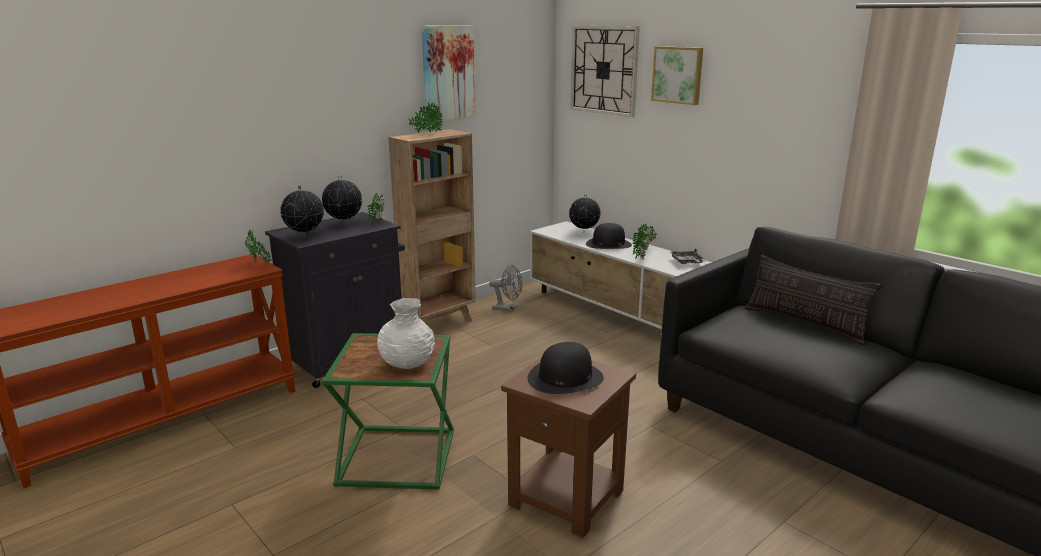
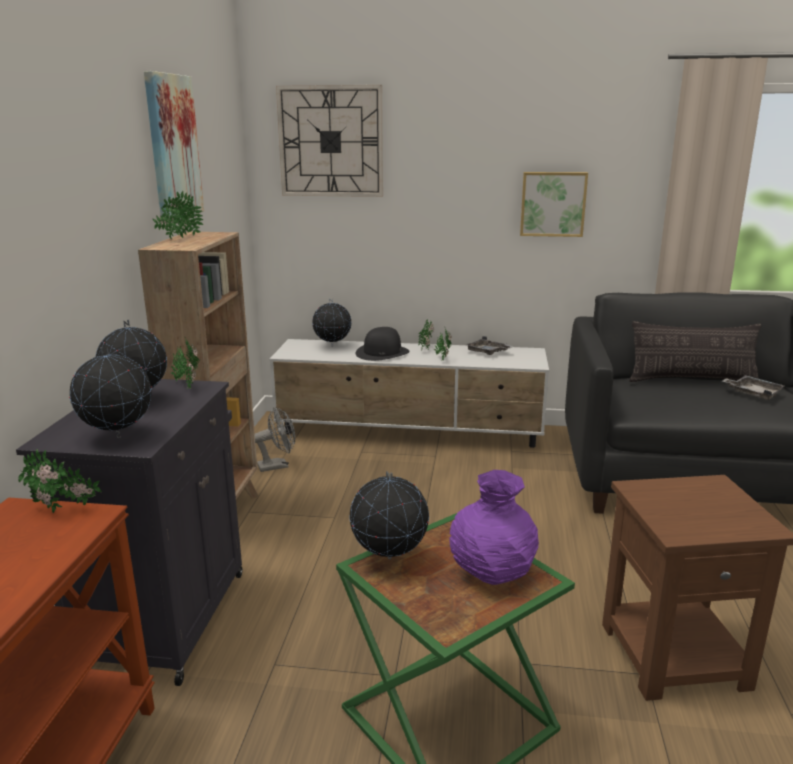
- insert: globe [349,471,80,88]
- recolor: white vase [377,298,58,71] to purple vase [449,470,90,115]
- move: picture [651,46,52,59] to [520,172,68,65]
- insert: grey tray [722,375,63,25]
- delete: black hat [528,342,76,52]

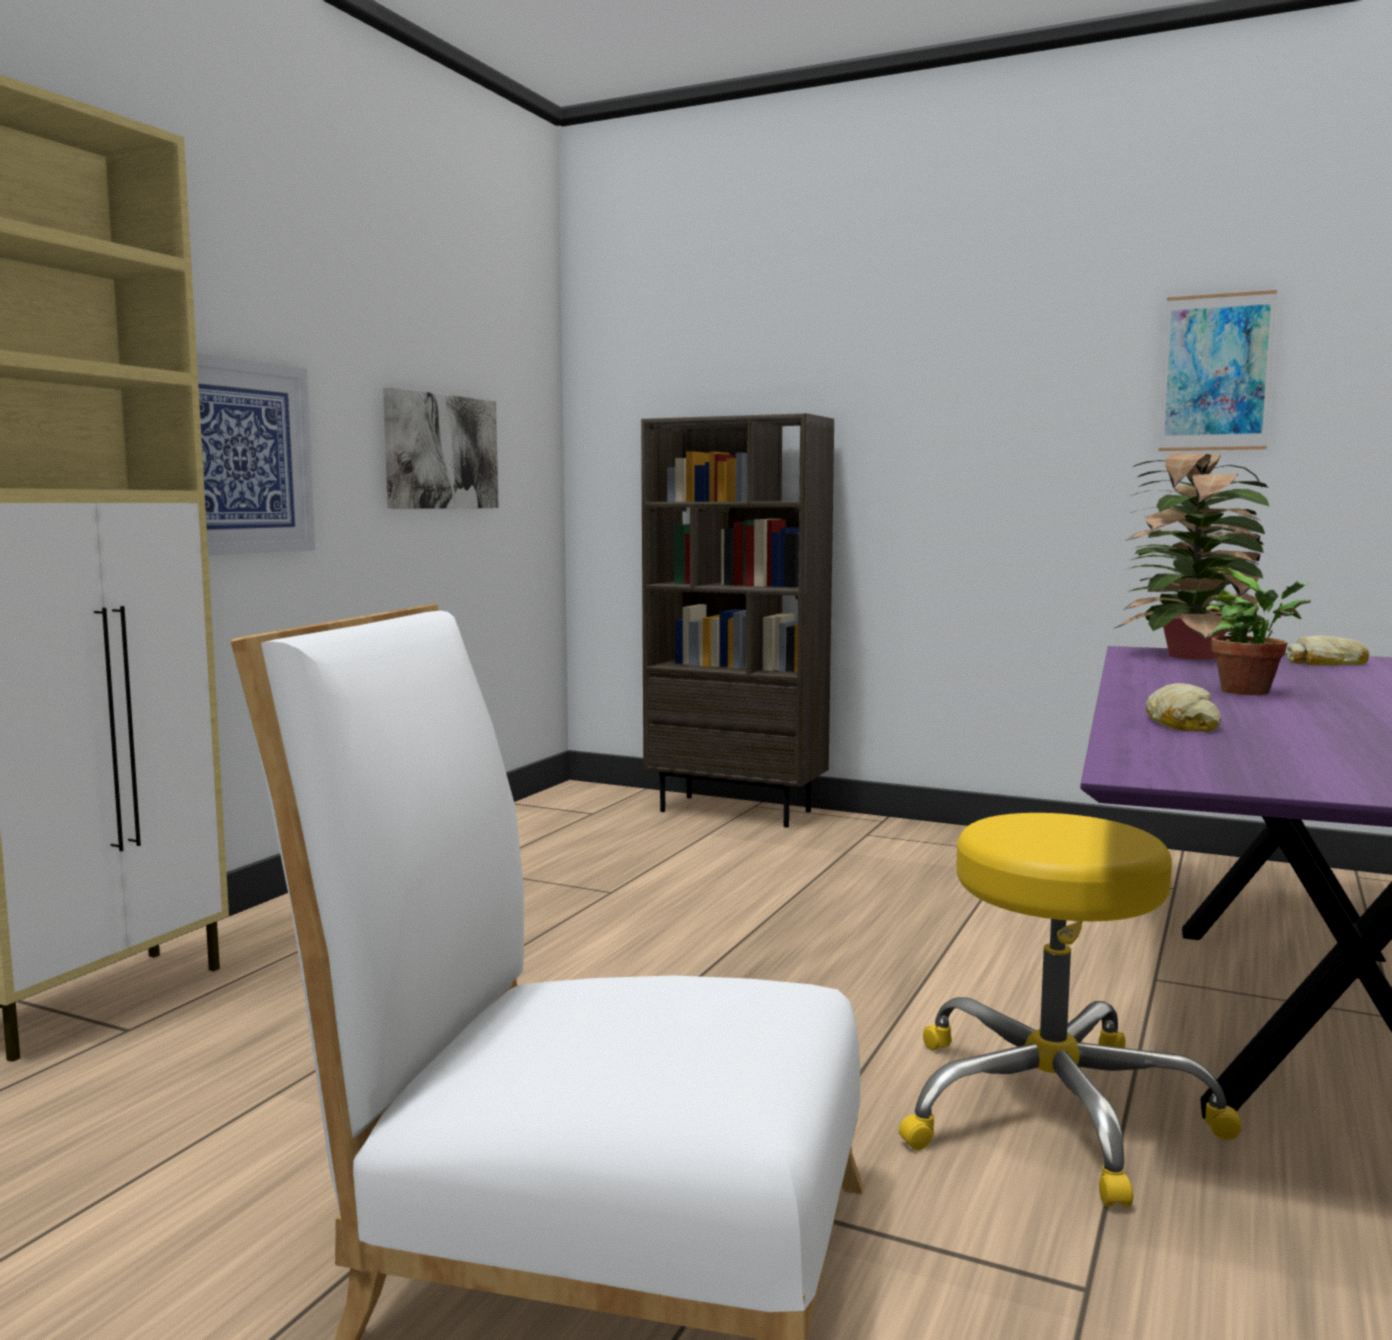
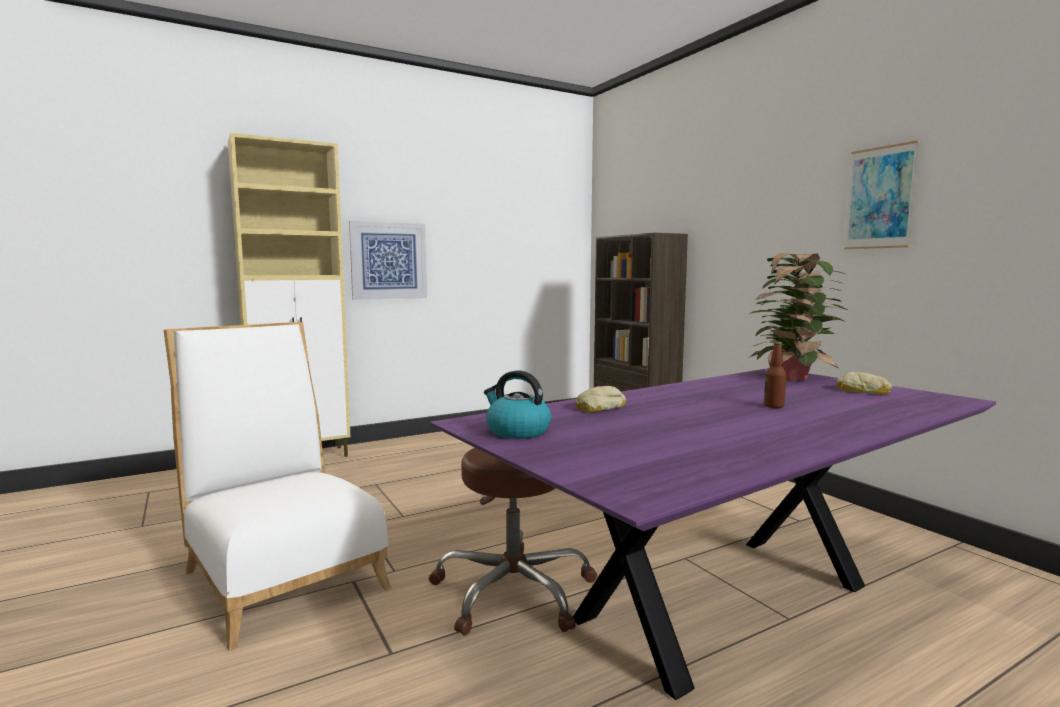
- recolor: yellow stool [899,813,343,394] to brown stool [429,448,168,188]
- insert: kettle [484,370,67,69]
- insert: bottle [764,341,22,67]
- delete: picture [383,387,116,122]
- delete: potted plant [1206,567,105,128]

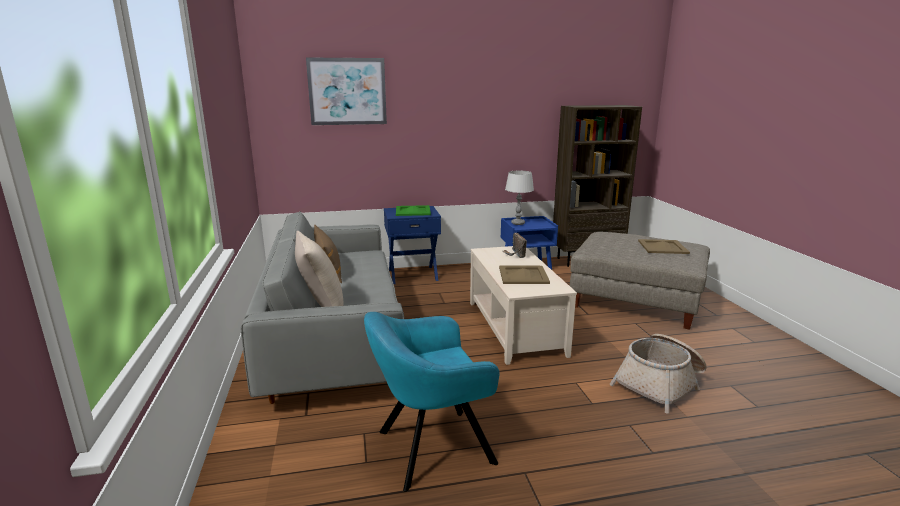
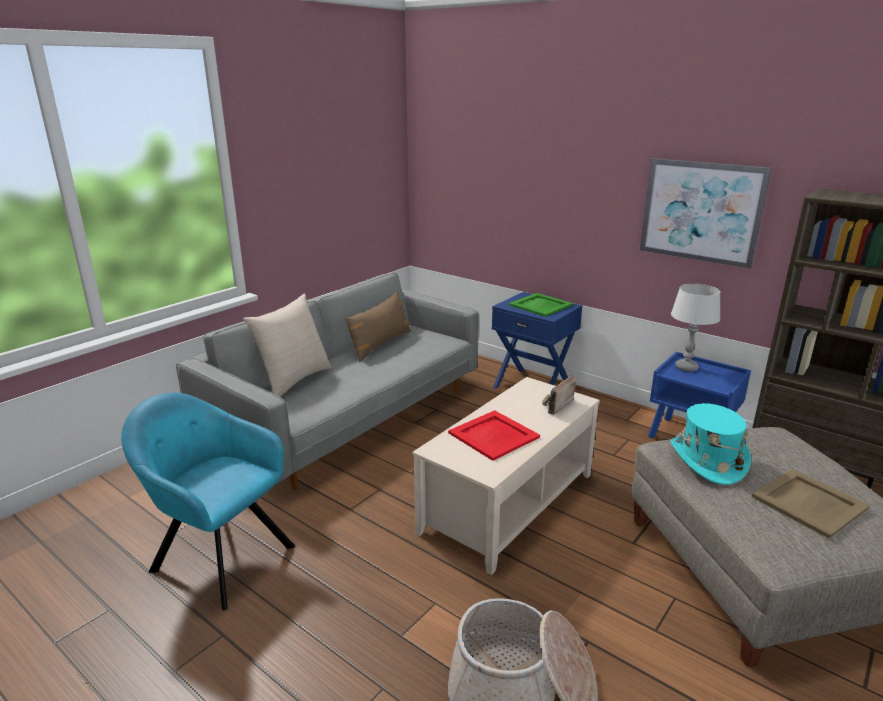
- recolor: beige tray [499,266,51,18] to red tray [448,410,92,51]
- move: picture [306,58,81,67] to [640,158,132,111]
- insert: turquoise hat [671,403,80,82]

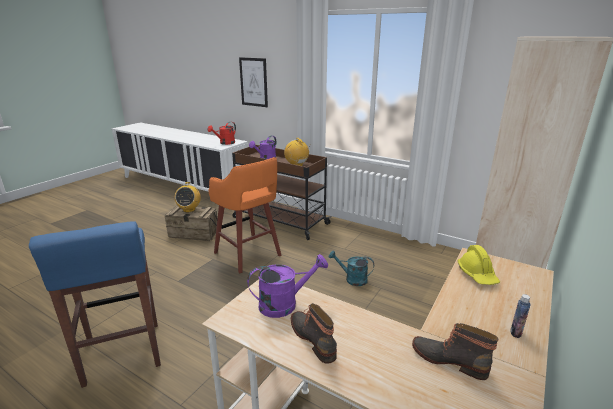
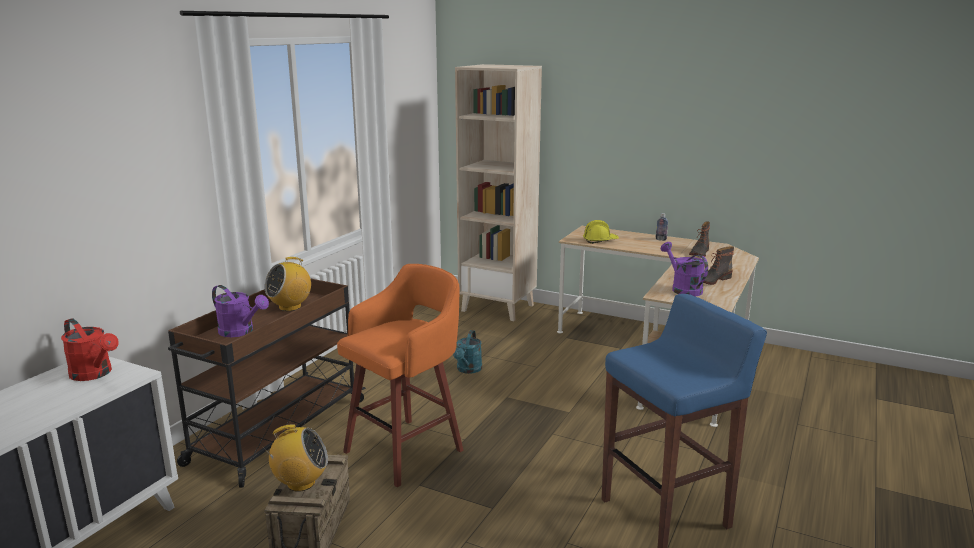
- delete: picture [239,57,29,50]

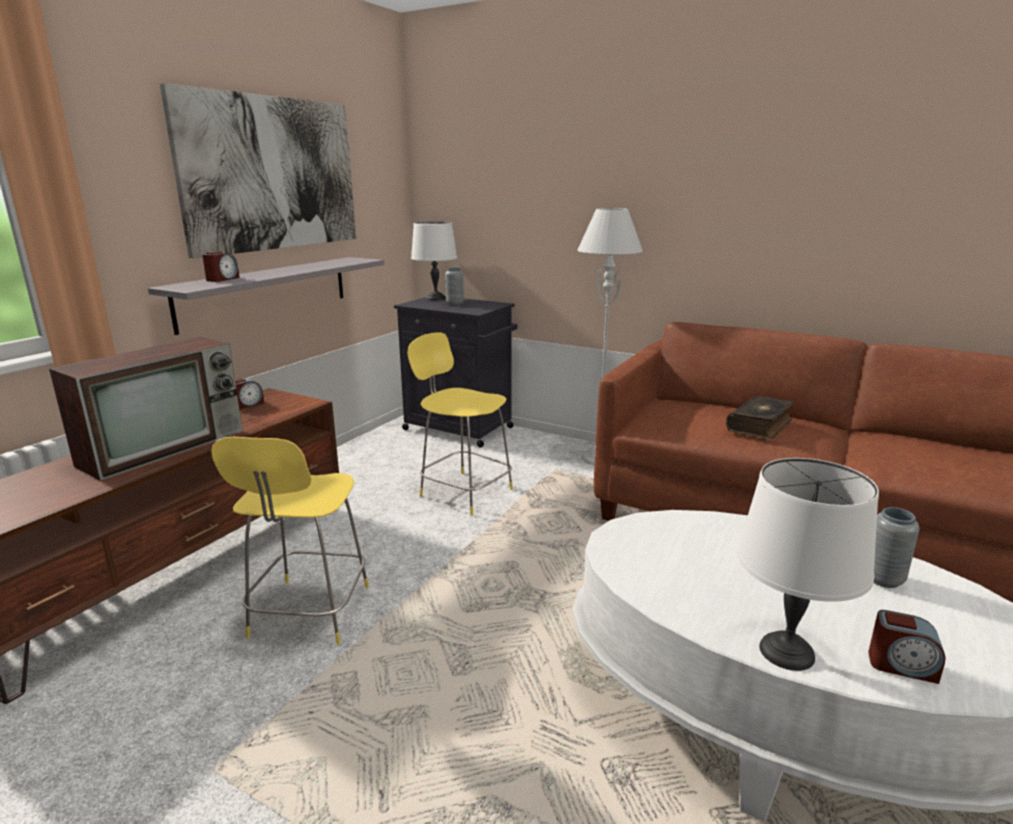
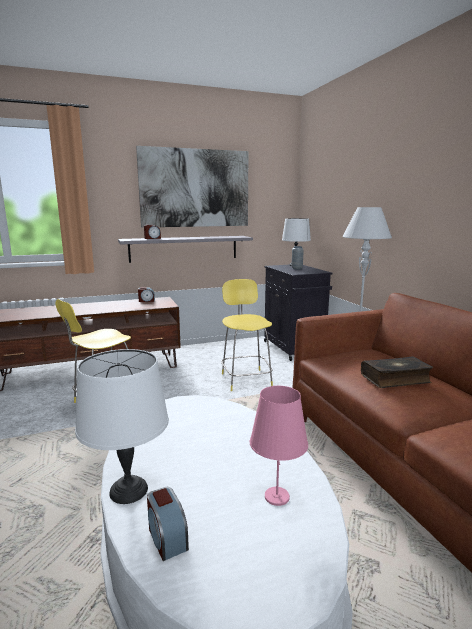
- replace: grey vase [874,507,45,81] to pink table lamp [250,386,58,120]
- delete: television [49,337,194,144]

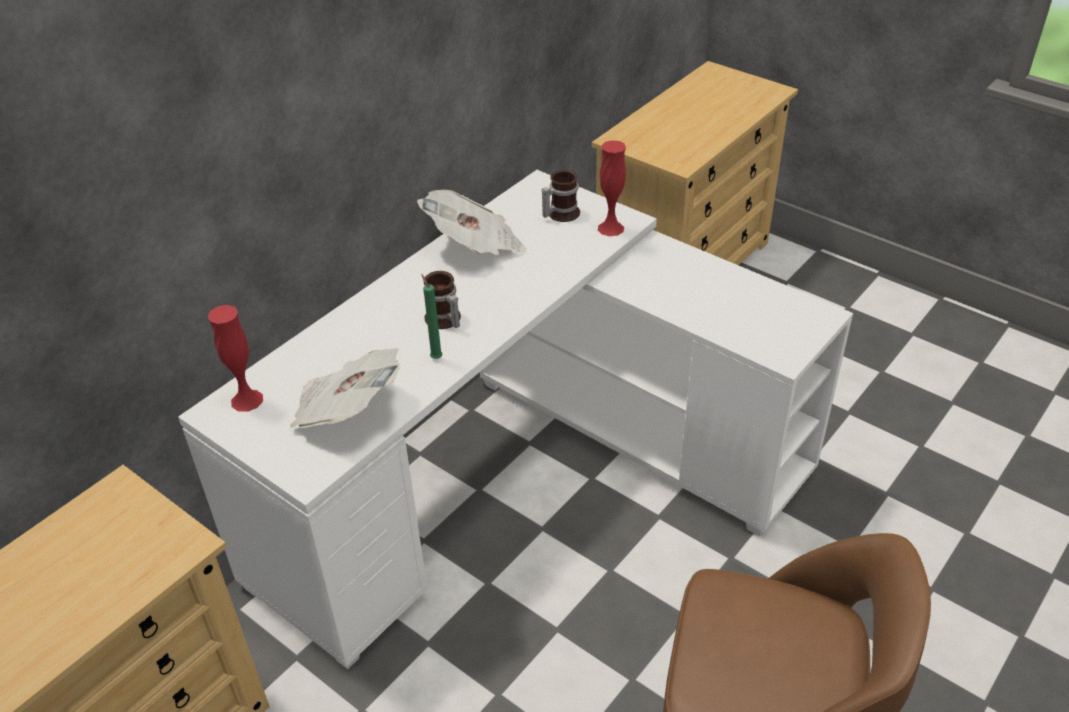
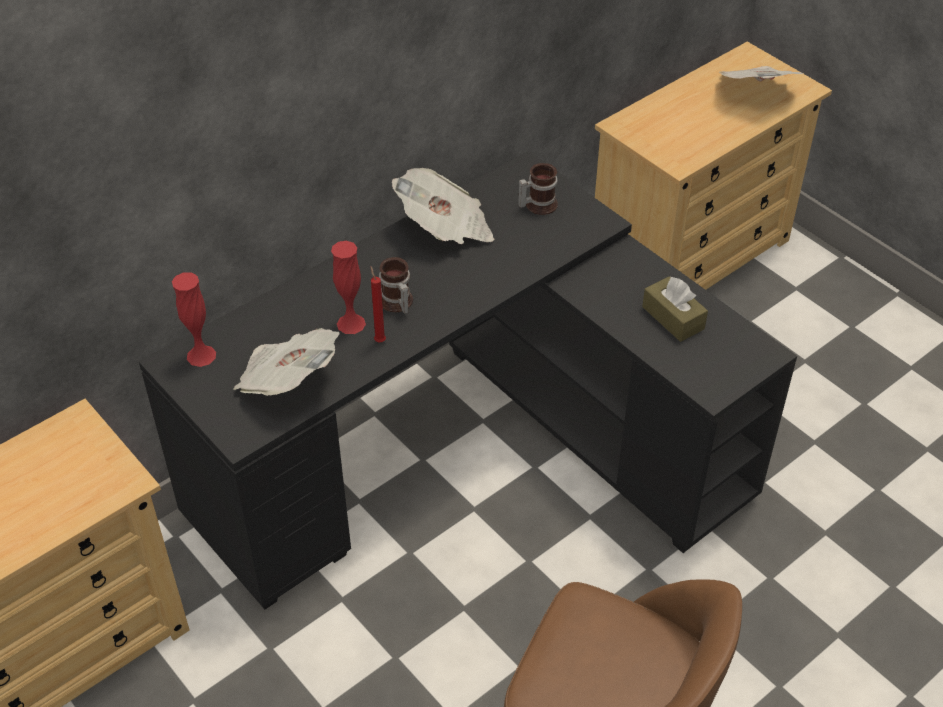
- recolor: white desk [178,170,675,499] to black desk [139,151,658,458]
- move: red vase [598,140,28,96] to [331,241,35,93]
- recolor: green candle [421,274,22,85] to red candle [371,267,15,75]
- insert: brown tissue box [642,276,66,66]
- insert: newspaper [719,66,85,16]

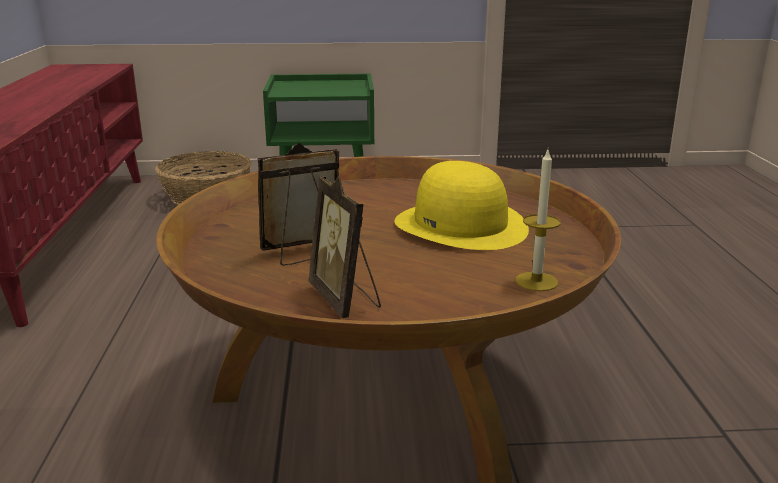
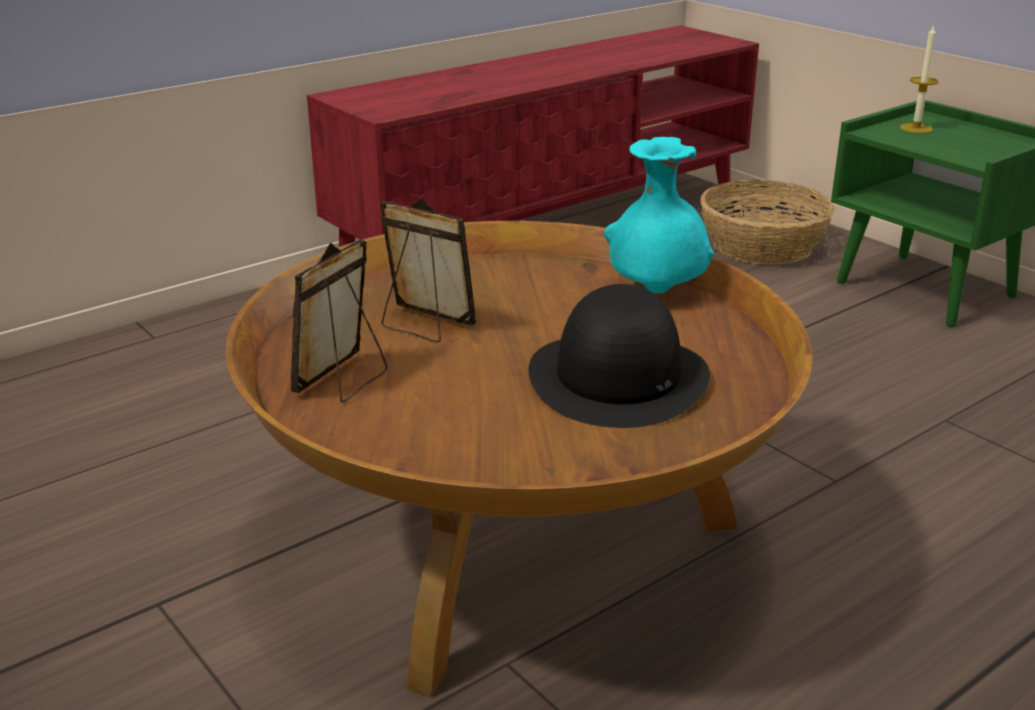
- recolor: yellow hat [394,161,135,89] to black hat [528,284,182,144]
- insert: turquoise vase [604,137,110,157]
- move: candle [515,150,46,141] to [900,24,38,109]

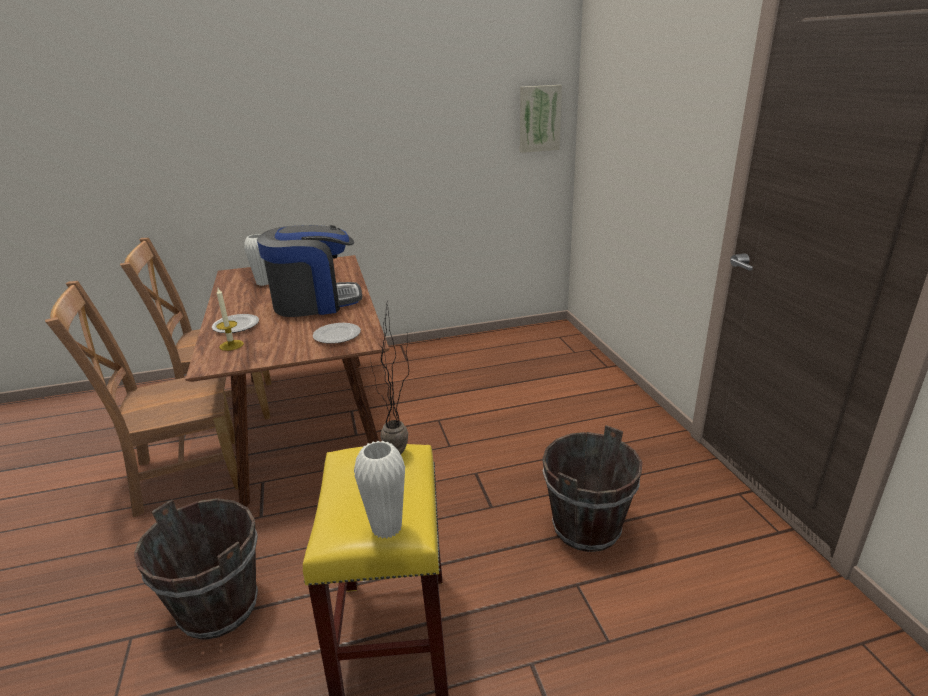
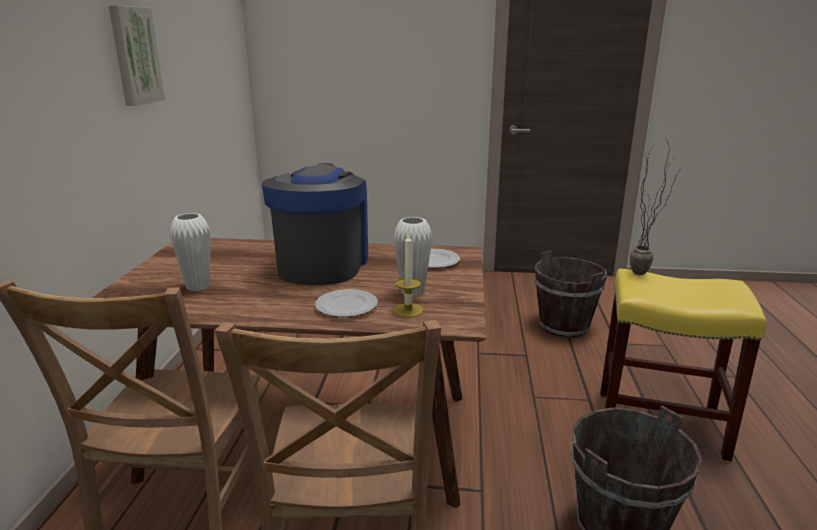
- move: picture [520,85,42,68] to [108,5,57,101]
- move: white vase [354,441,51,98] to [393,217,40,80]

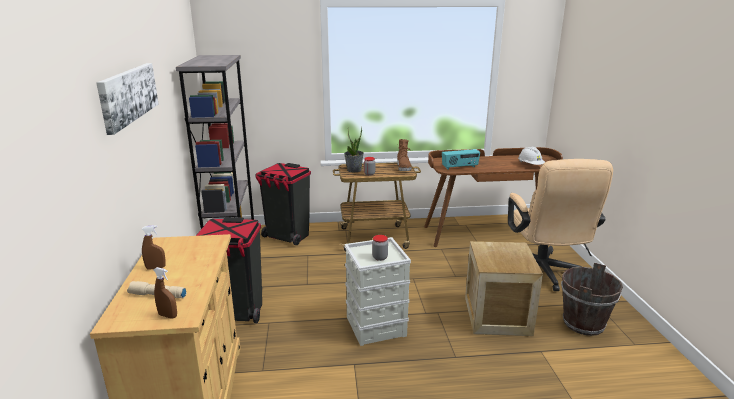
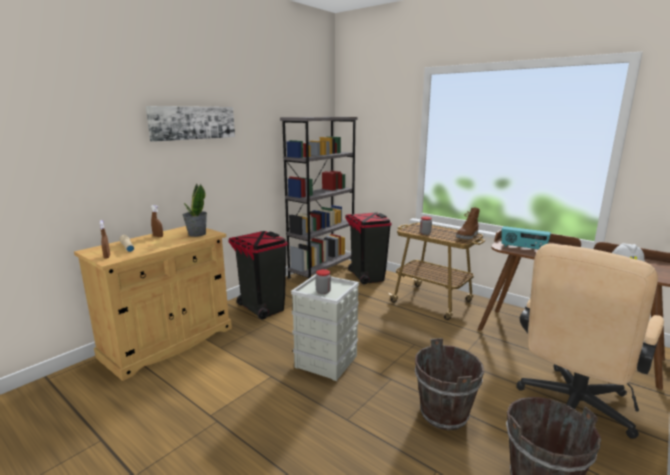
- move: potted plant [344,127,20,45] to [182,184,25,53]
- replace: crate [465,241,78,95] to brown bucket [415,338,69,92]

